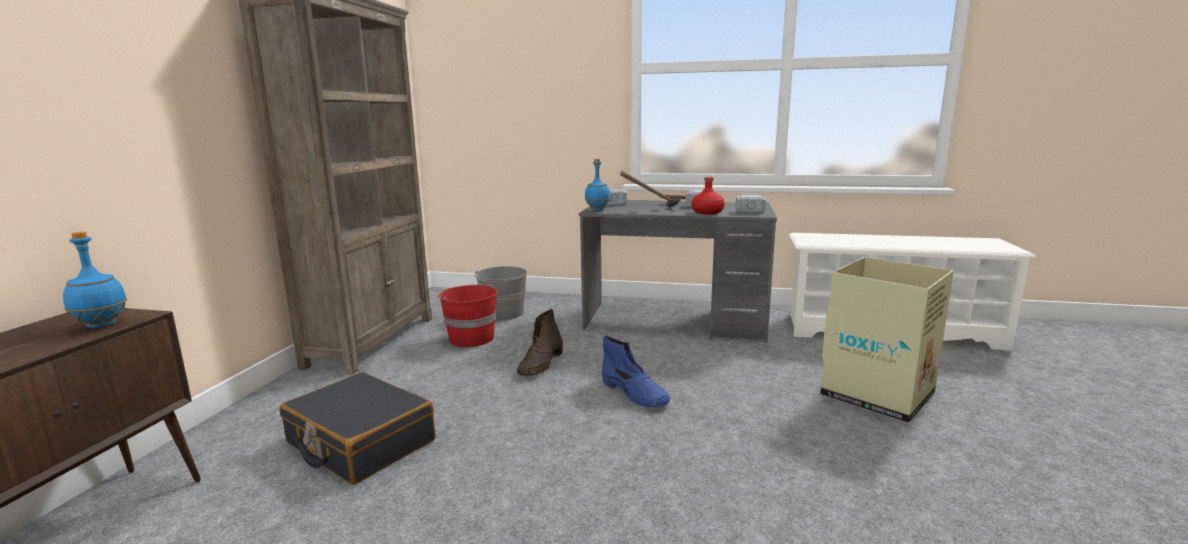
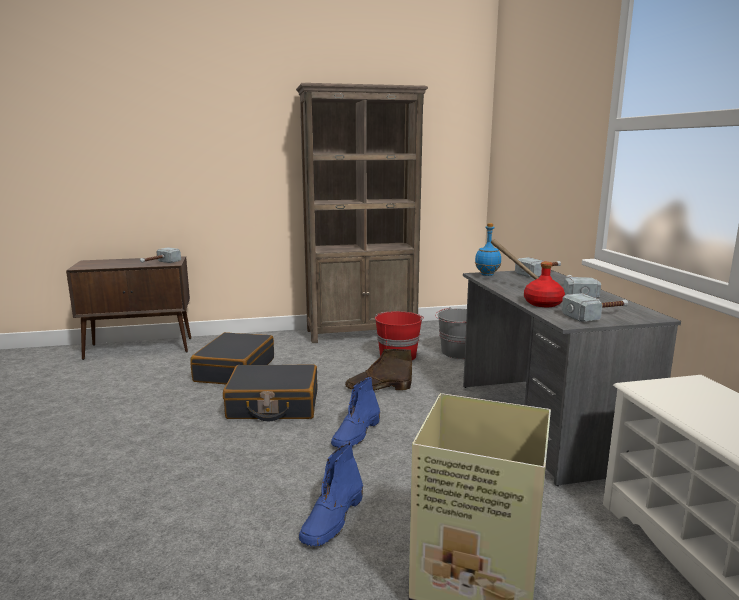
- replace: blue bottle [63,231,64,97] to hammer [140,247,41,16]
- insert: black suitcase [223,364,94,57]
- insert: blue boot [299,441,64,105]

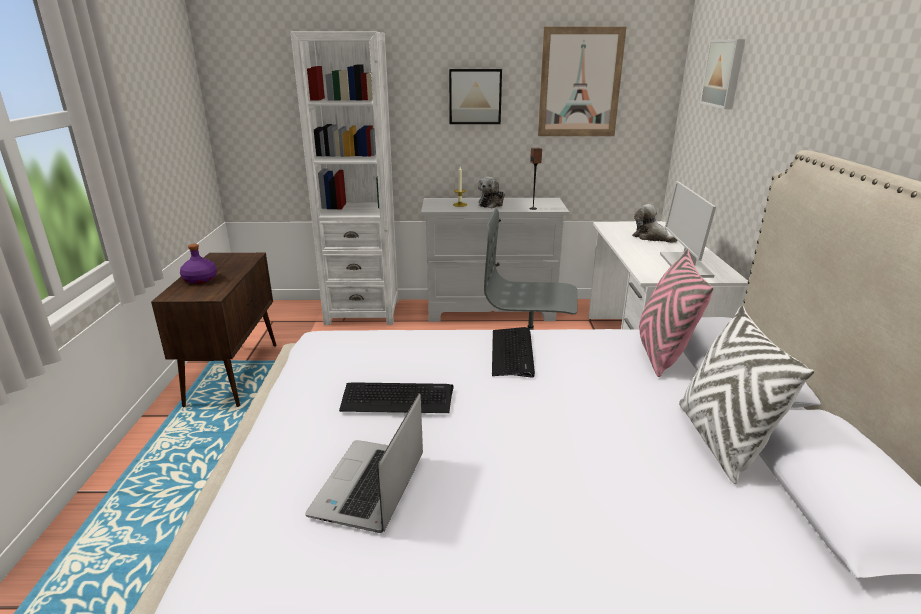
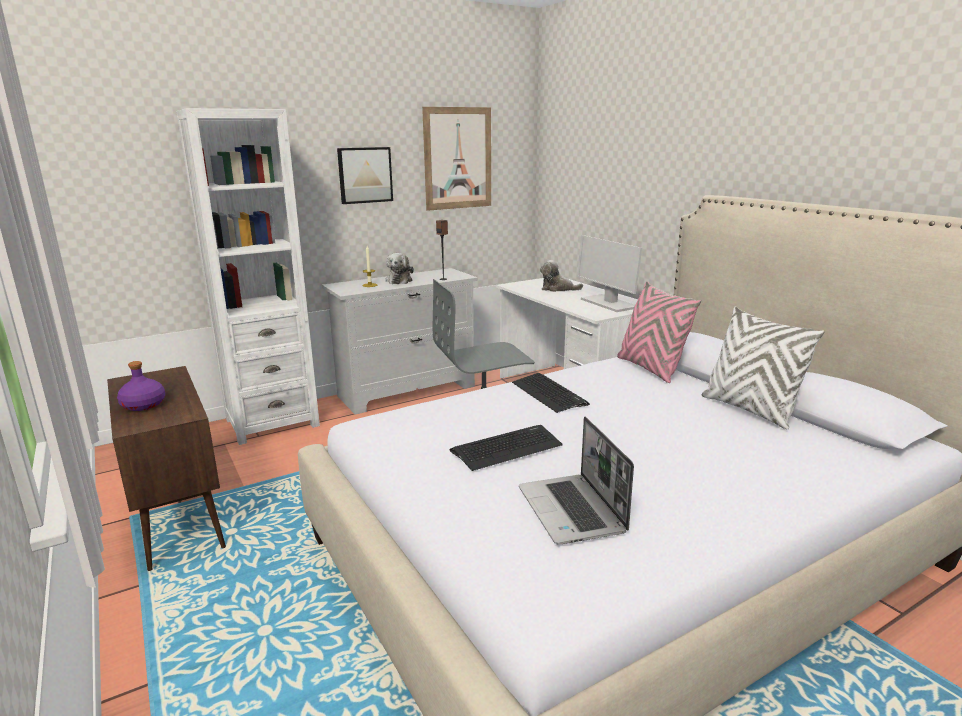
- delete: picture [700,39,46,70]

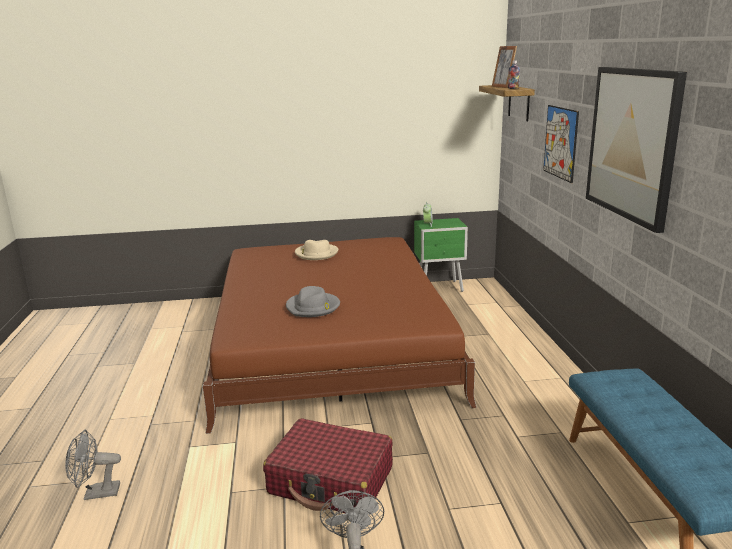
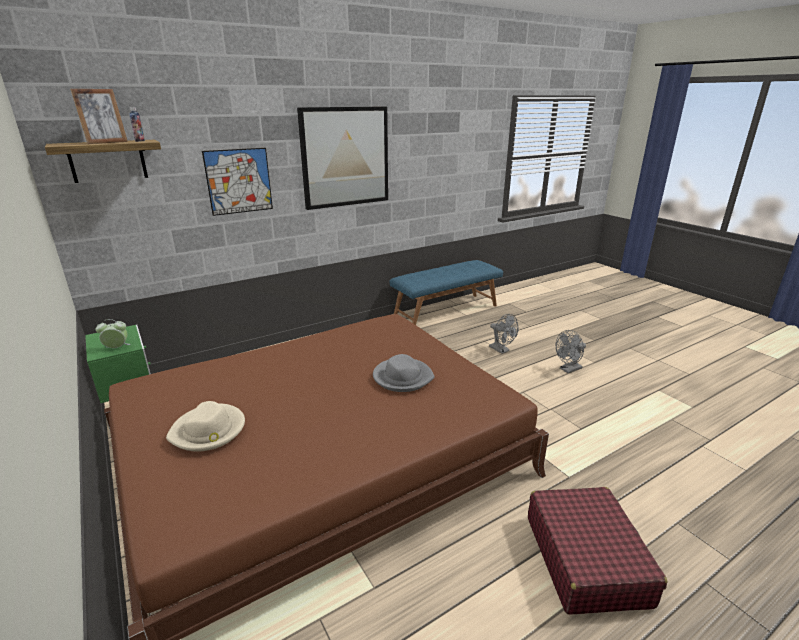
- move: grey fan [65,430,56,70] to [489,314,30,40]
- move: red suitcase [263,418,130,95] to [528,487,140,128]

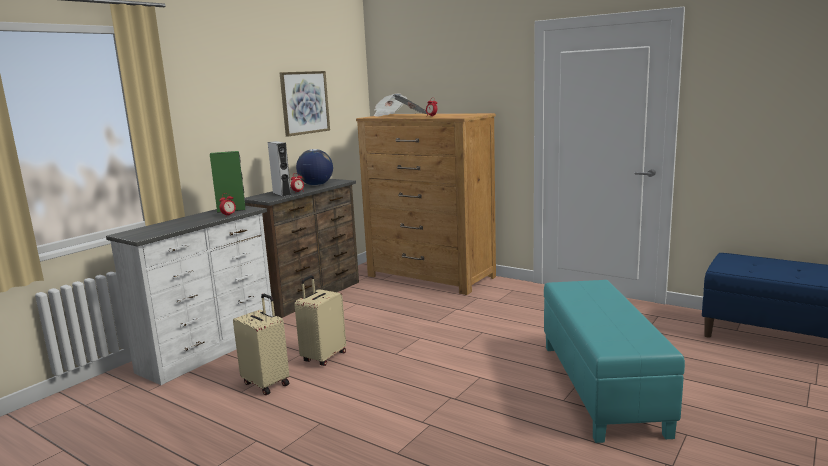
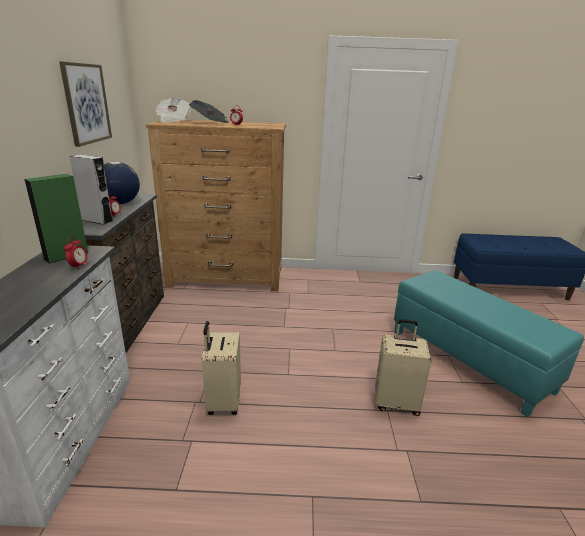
- move: beige suitcase [233,294,56,101] to [375,319,56,97]

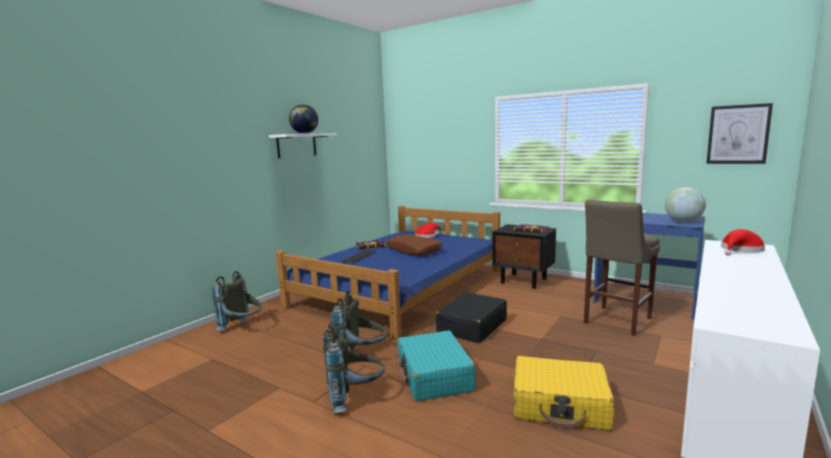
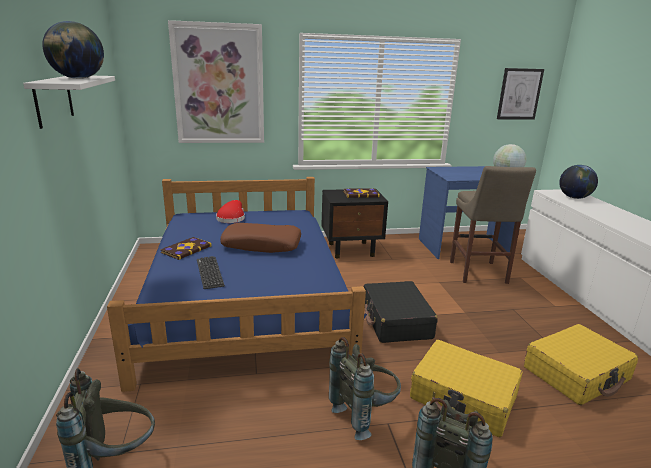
- insert: picture [168,20,96,123]
- recolor: turquoise suitcase [397,331,79,70] to yellow suitcase [410,340,113,97]
- replace: red hat [721,229,44,26] to globe [559,165,39,34]

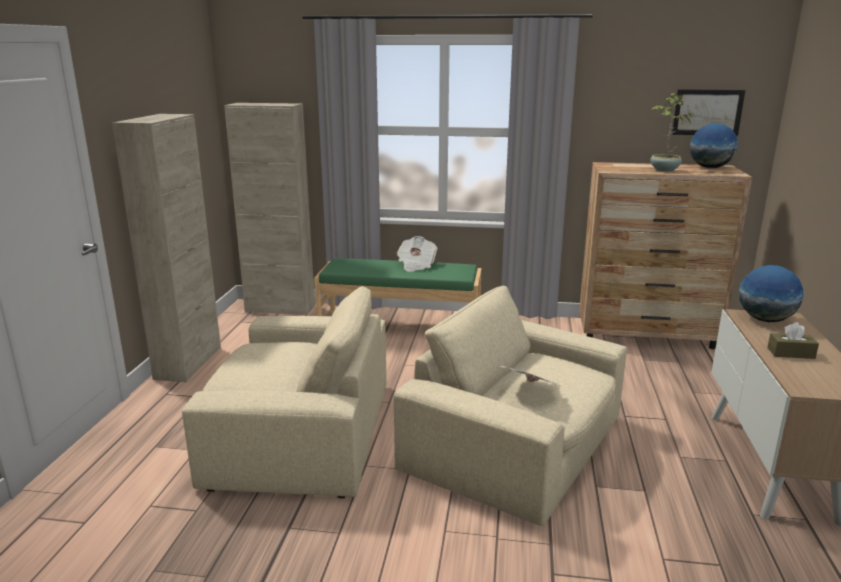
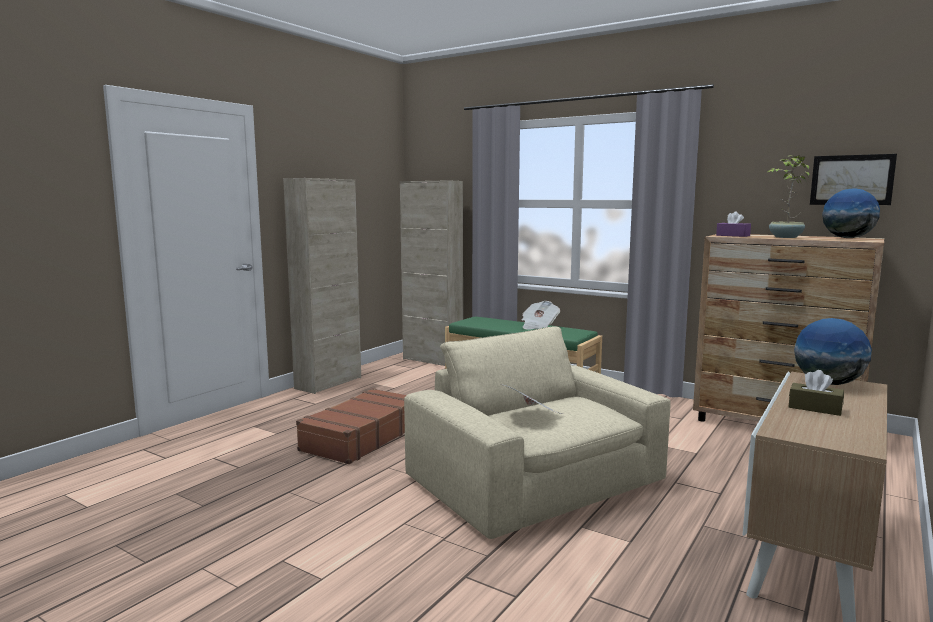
- replace: beige armchair [182,286,204,212] to brown suitcase [296,388,110,76]
- insert: purple tissue box [716,211,35,26]

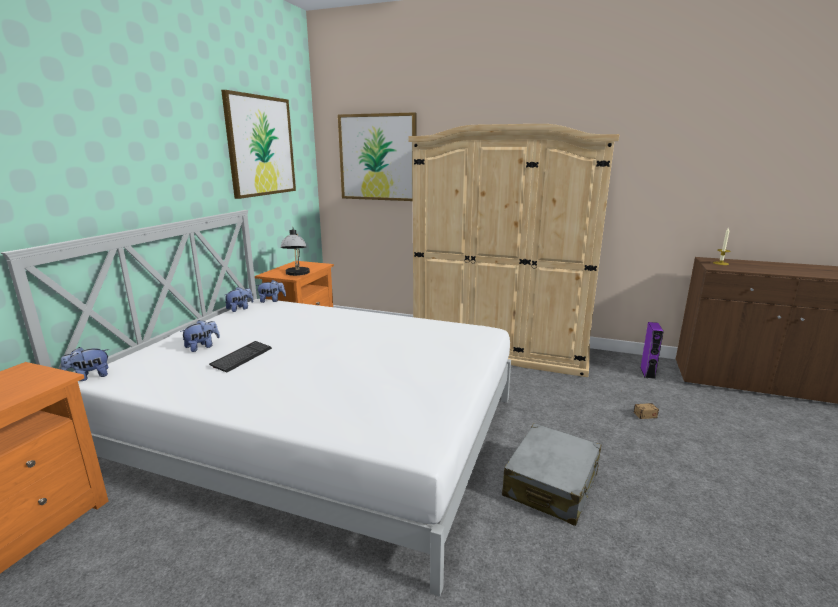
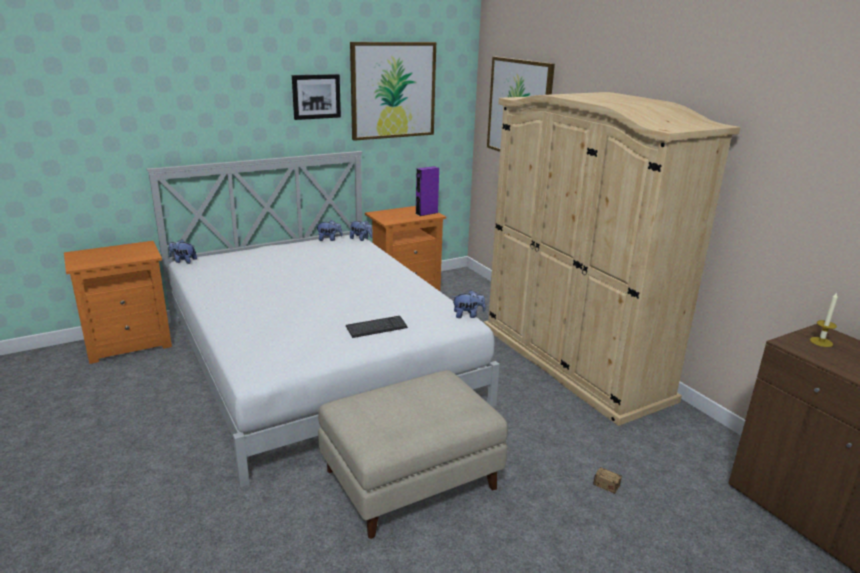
- insert: picture [292,74,49,46]
- replace: grey suitcase [502,423,99,103] to beige ottoman [318,370,190,169]
- move: keyboard [209,341,63,32] to [346,316,62,22]
- move: purple speaker [640,322,24,57] to [416,166,23,50]
- move: plush toy [180,320,40,32] to [452,290,34,28]
- delete: table lamp [281,227,29,49]

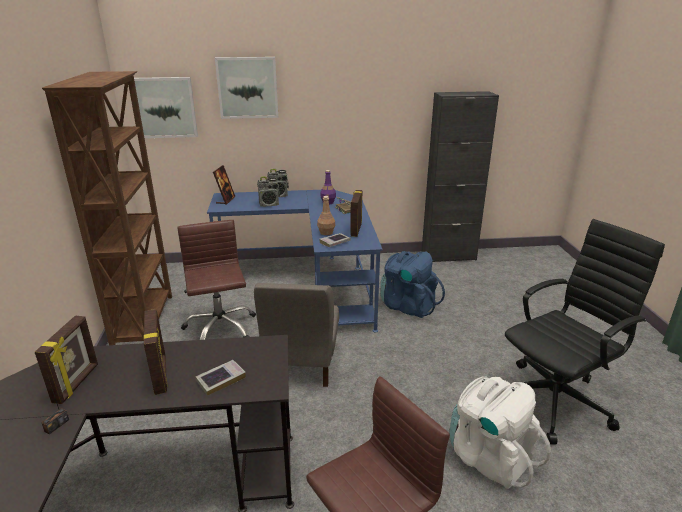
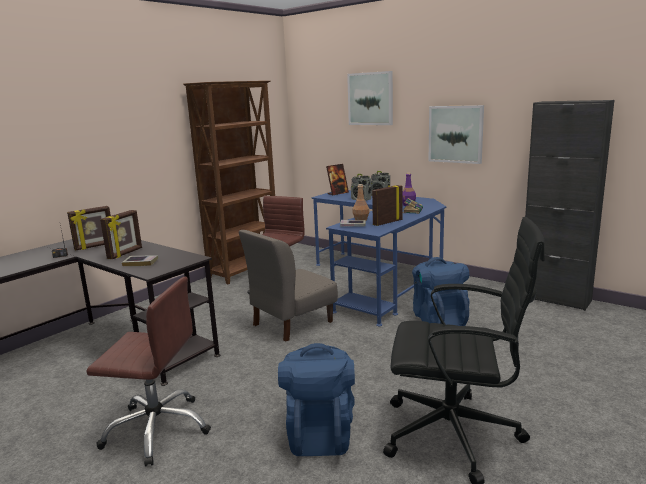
- recolor: white backpack [449,377,102,112] to blue backpack [278,343,77,113]
- move: picture [134,77,64,61] to [429,105,55,59]

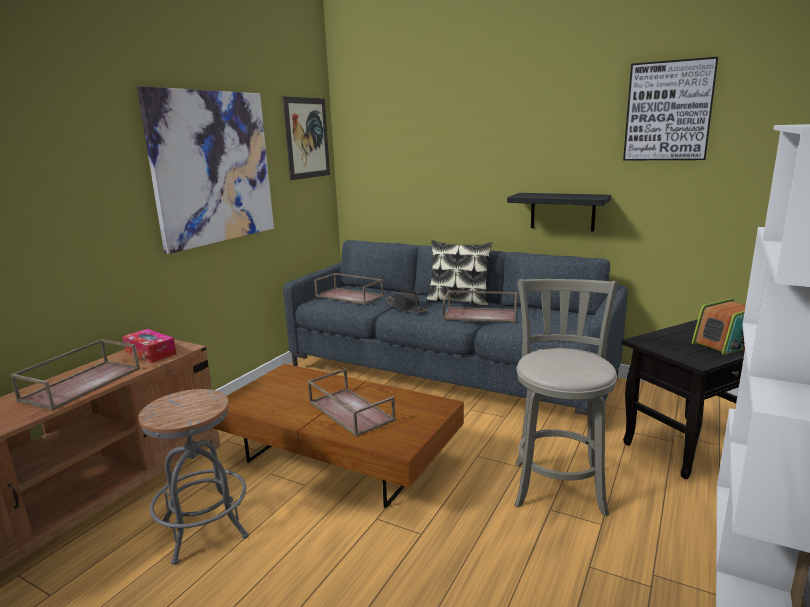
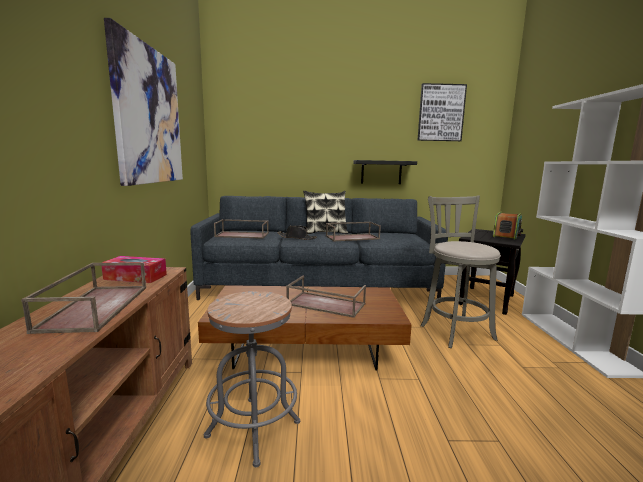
- delete: picture [282,96,48,84]

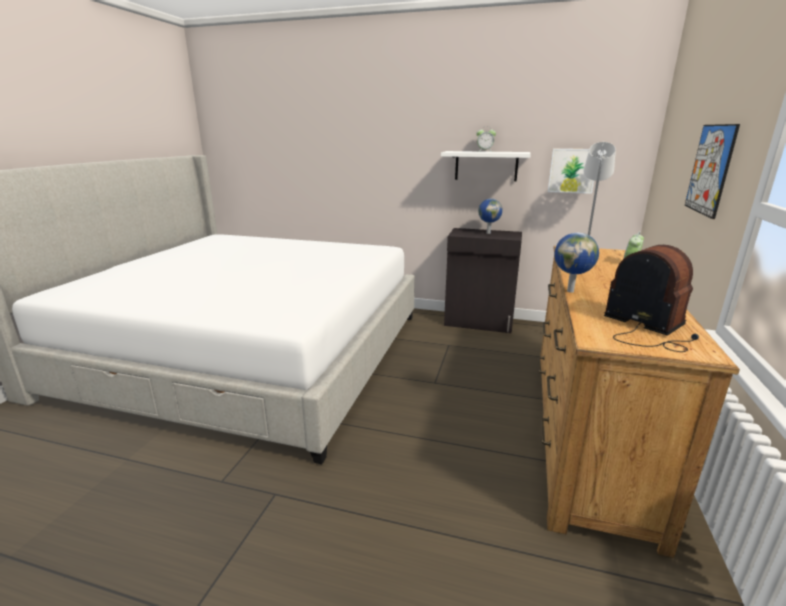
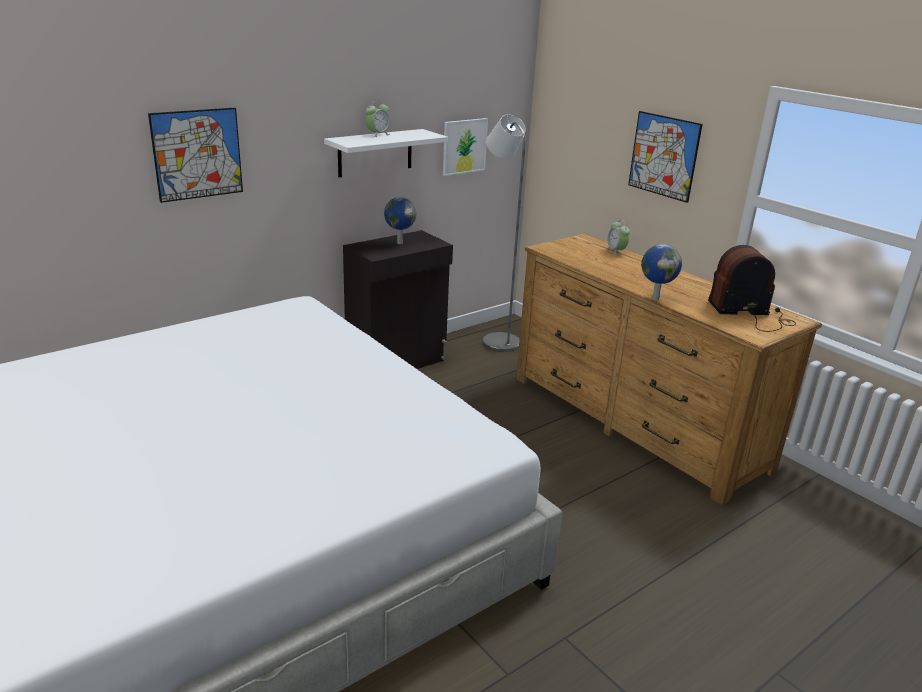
- insert: picture [148,108,95,95]

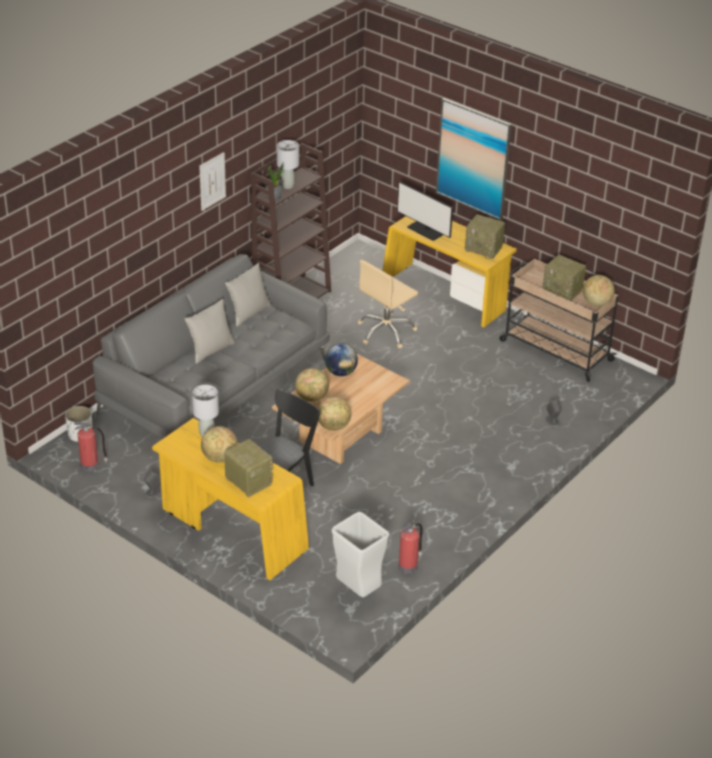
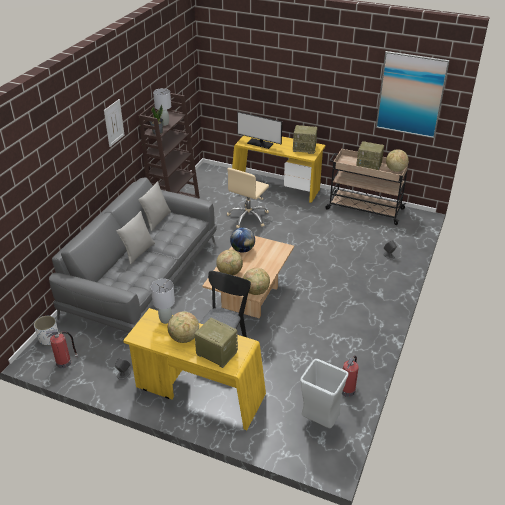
- move: picture [436,98,76,123] to [376,51,74,87]

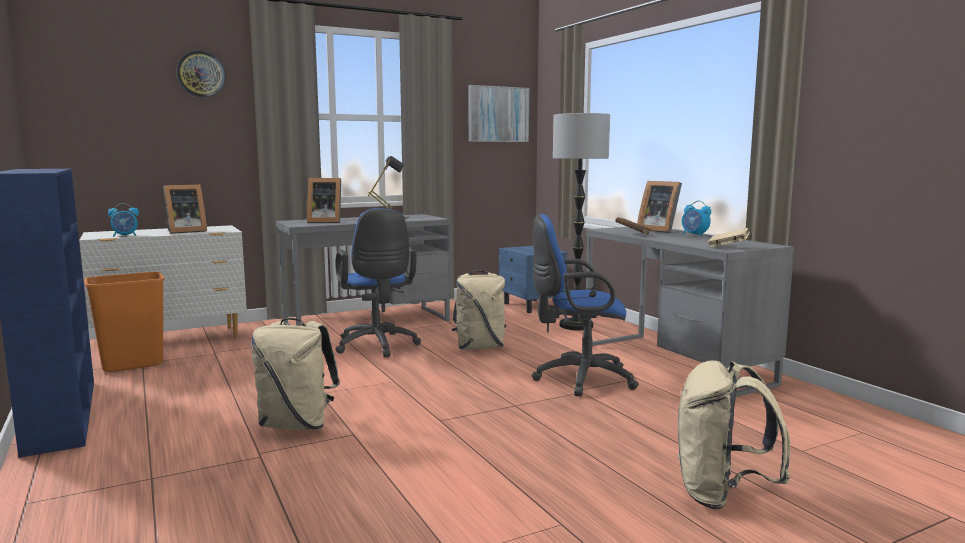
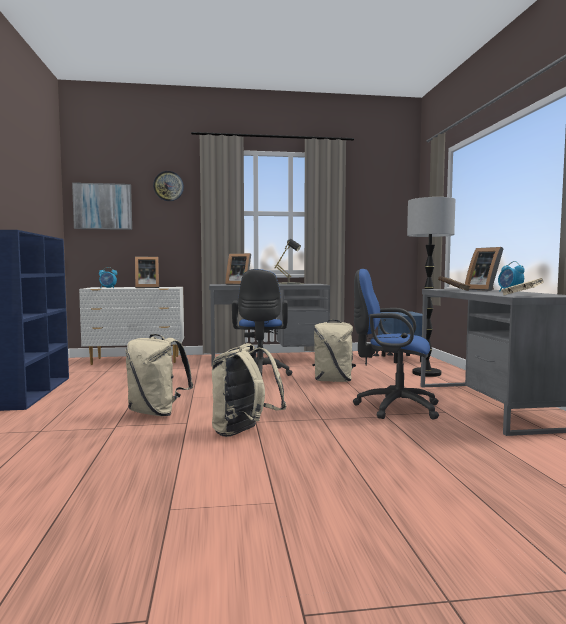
- move: picture [468,85,61,57] to [72,183,60,47]
- move: beige backpack [677,360,113,150] to [212,343,74,94]
- delete: orange trash can [84,272,80,100]

